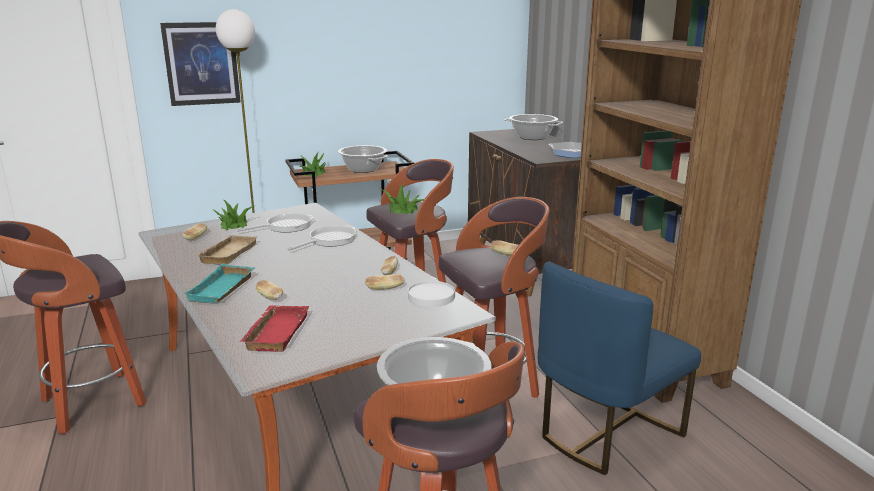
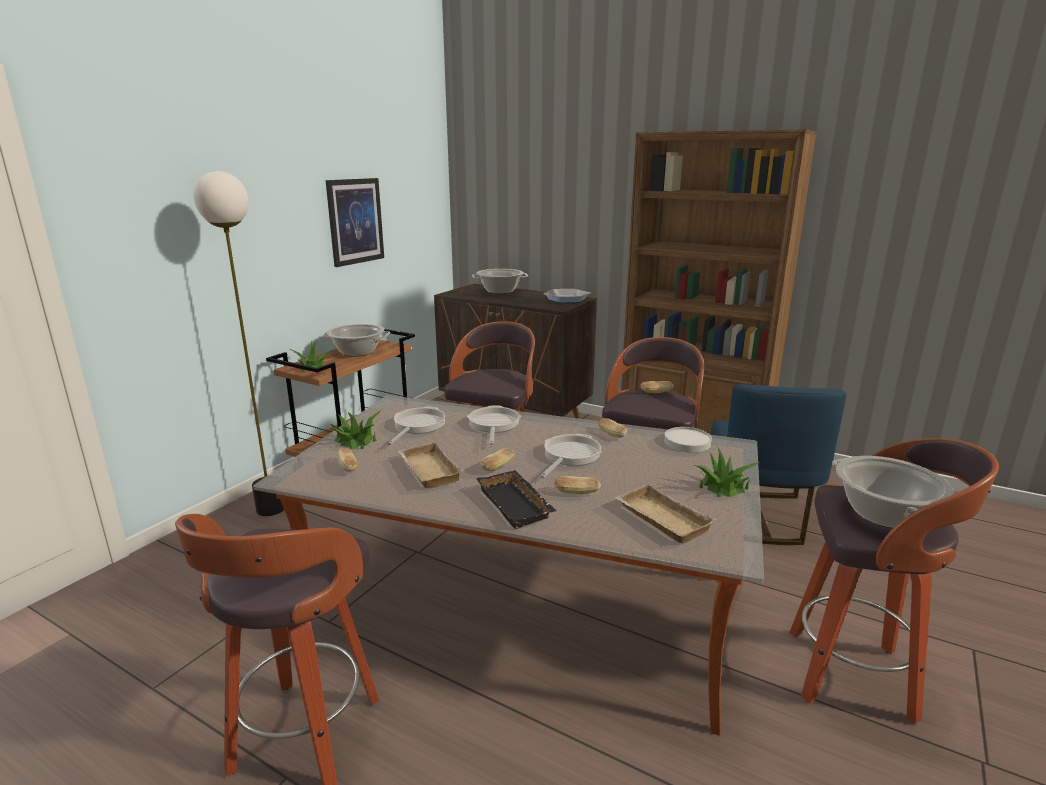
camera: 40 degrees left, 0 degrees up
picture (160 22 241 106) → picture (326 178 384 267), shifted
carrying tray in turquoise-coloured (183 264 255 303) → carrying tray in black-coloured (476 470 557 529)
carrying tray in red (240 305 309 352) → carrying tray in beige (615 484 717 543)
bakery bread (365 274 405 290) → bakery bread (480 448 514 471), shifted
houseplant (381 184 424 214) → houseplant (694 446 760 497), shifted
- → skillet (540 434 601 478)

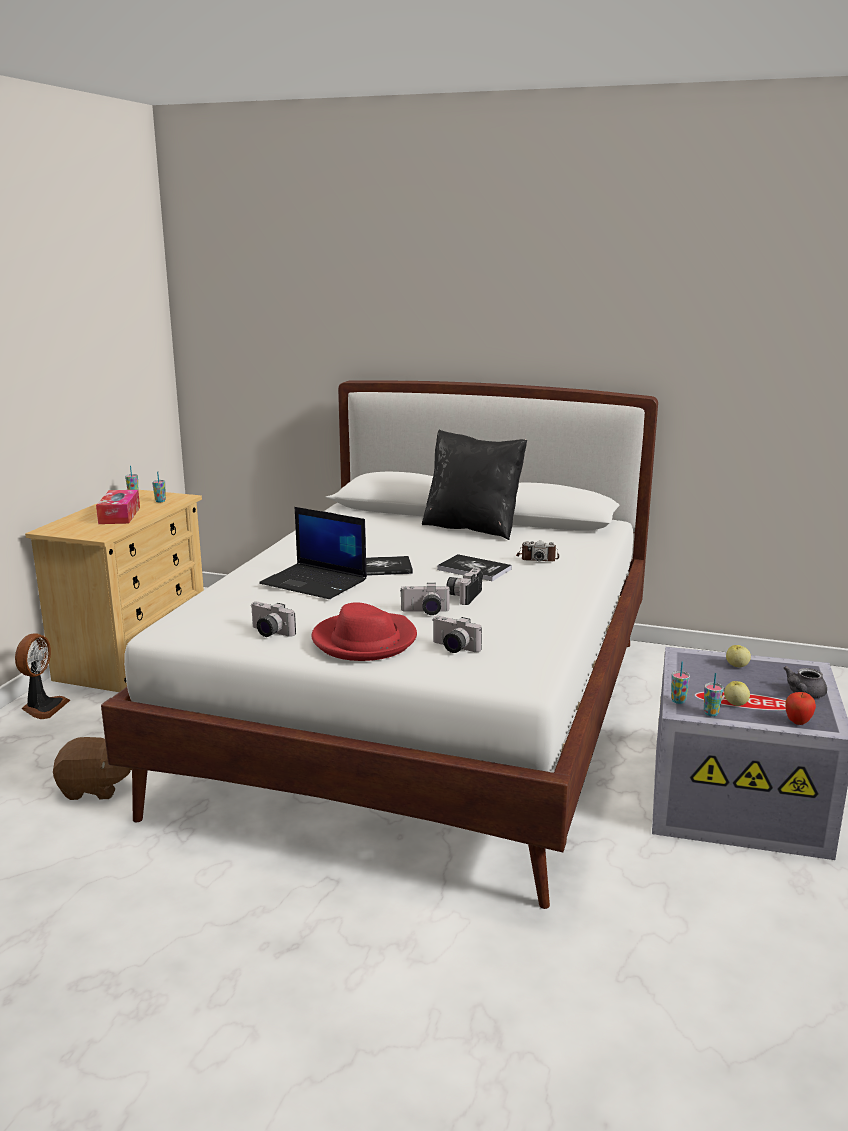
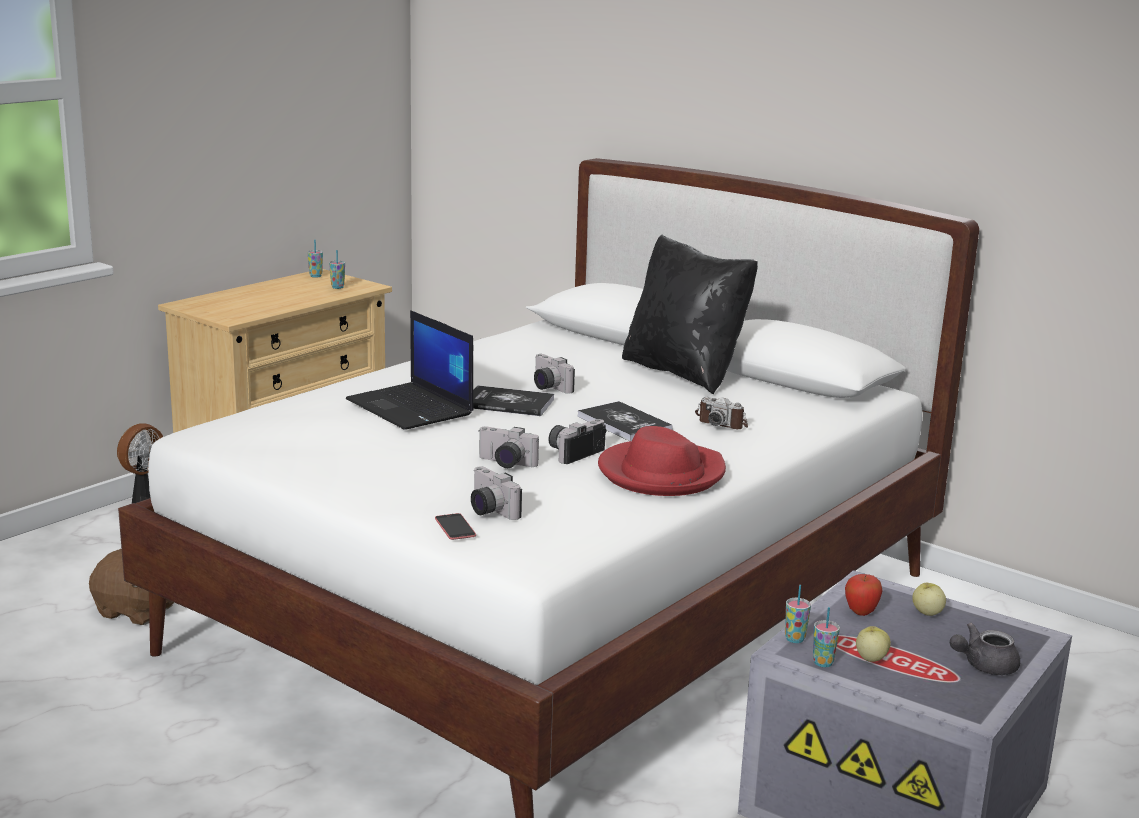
camera: 20 degrees right, 0 degrees up
tissue box (96 490 140 524) → -
photo camera (250 602 296 637) → photo camera (534 354 575 394), shifted
hat in red (312 602 417 661) → hat in red (598 426 726 496), shifted
whole apple (785 692 816 725) → whole apple (845 574 882 616), shifted
- → handset (435 513 476 540)

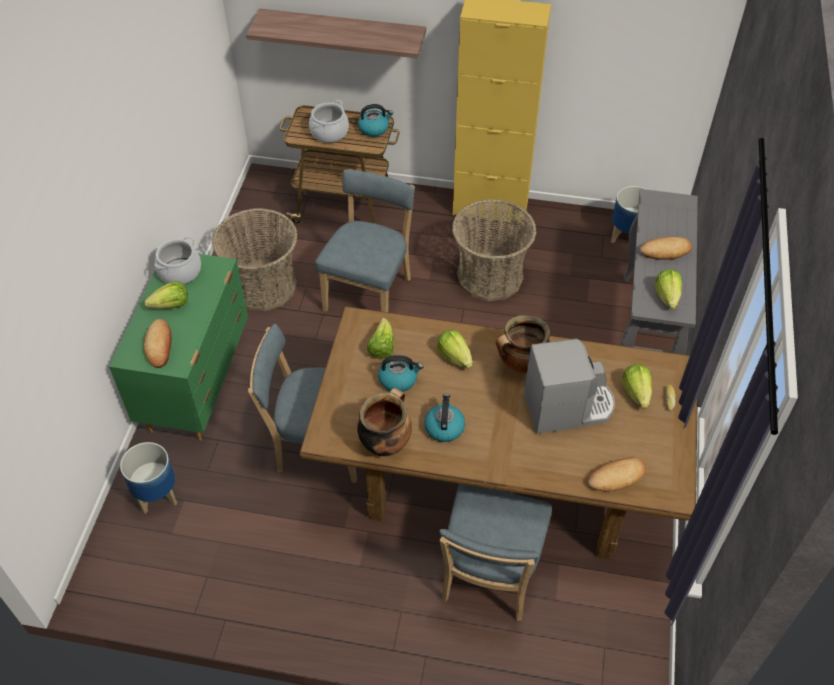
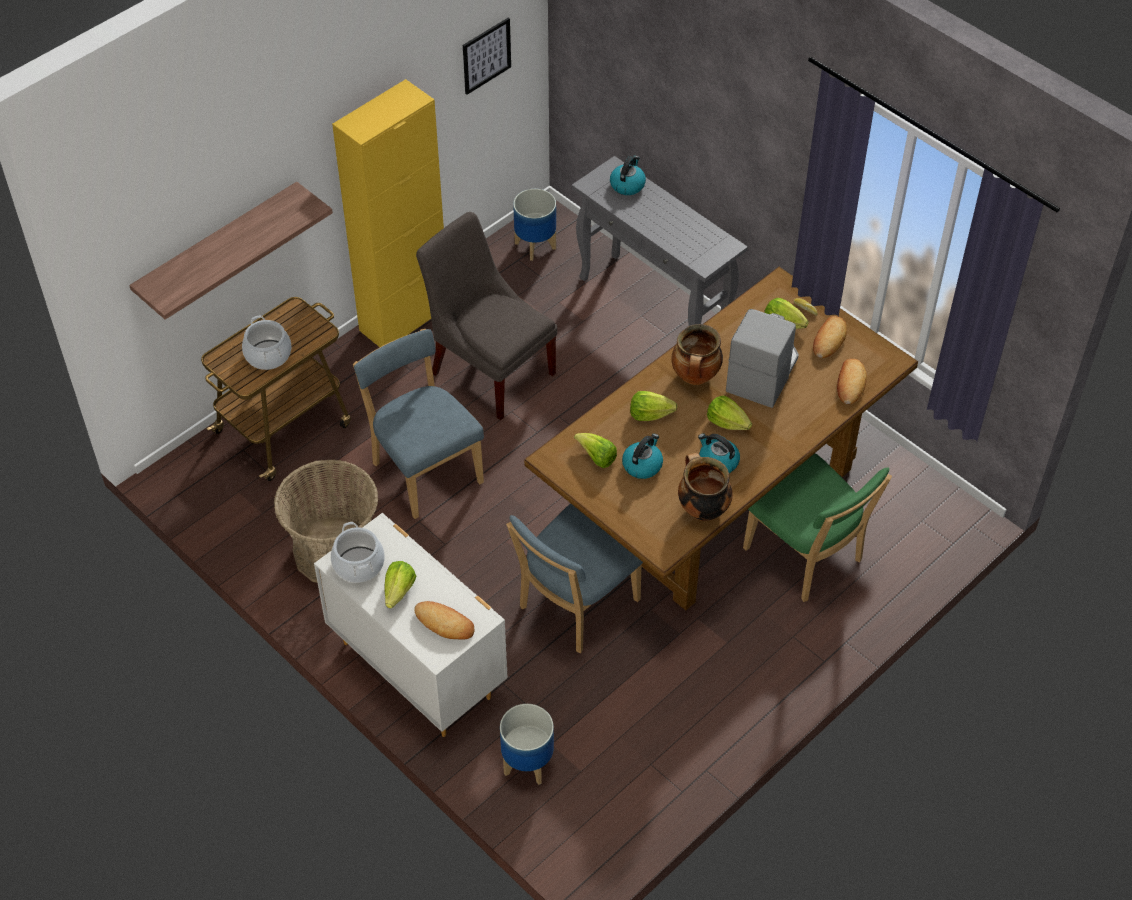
camera: 55 degrees left, 0 degrees up
drawer chest in green-coloured (109 254 248 441) → drawer chest in white (314 513 508 737)
water kettle (358 104 393 137) → water kettle (610 156 646 195), shifted
plain chair in bluish (439 484 552 621) → plain chair in green-coloured (743 453 892 602)
storage basket (452 199 537 301) → plain chair in gray (416 212 557 420)
bakery bread (640 237 692 260) → bakery bread (813 316 847 358), shifted
lettuce (655 269 682 309) → lettuce (707 395 752 430), shifted
- → picture (463 18 511 95)

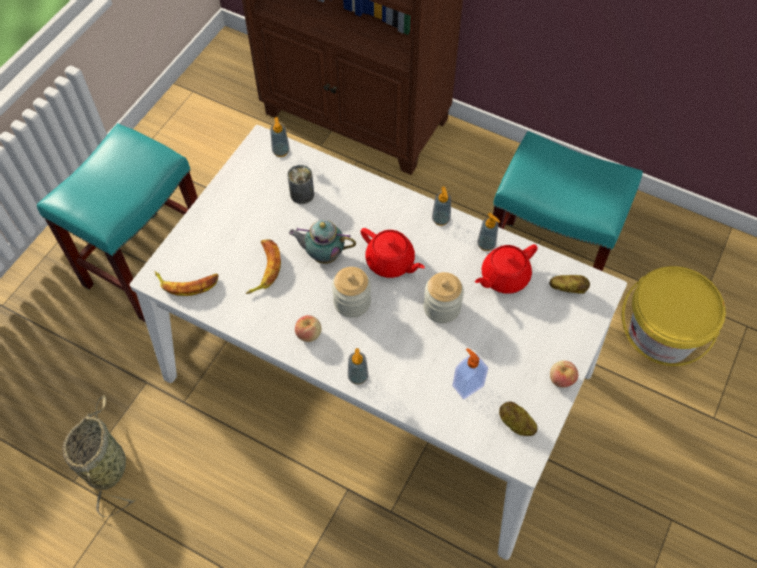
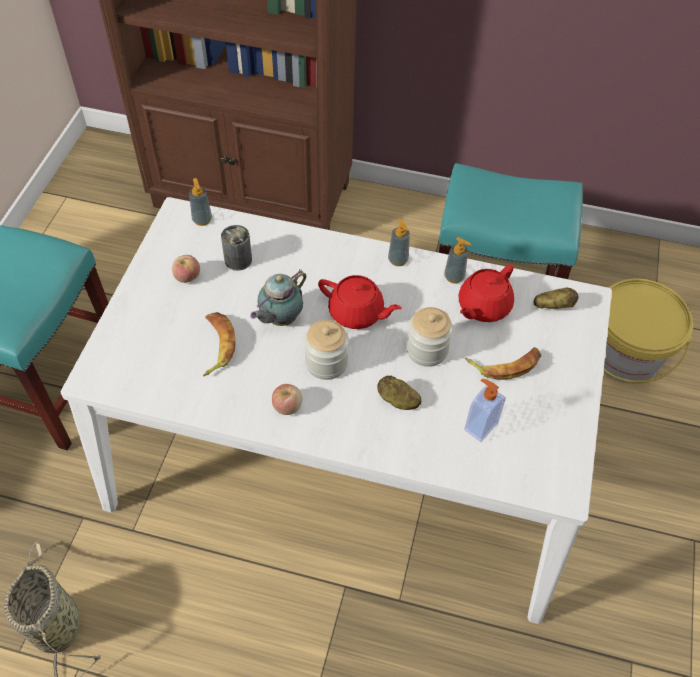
camera: 15 degrees left, 5 degrees down
banana (154 271 218 296) → banana (465 347 541 380), shifted
teapot (289 220 356 264) → teapot (250 269 306 326), 45 degrees counterclockwise
soap bottle (348 348 368 385) → -
whole potato (499 401 537 436) → whole potato (377 376 421 410), shifted
whole apple (550 360 578 388) → whole apple (172 255 200 283), shifted

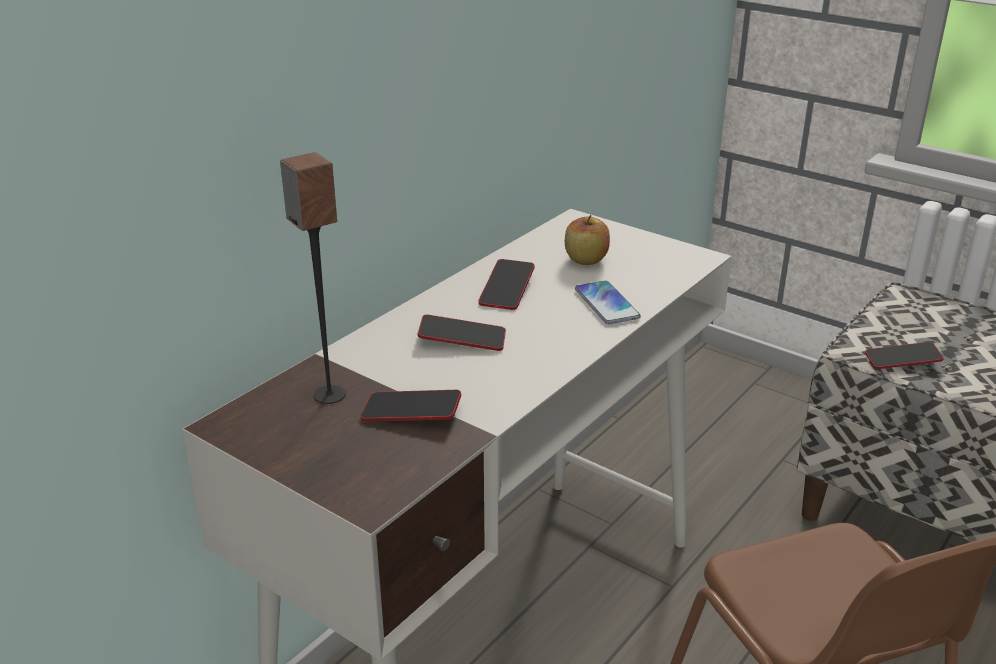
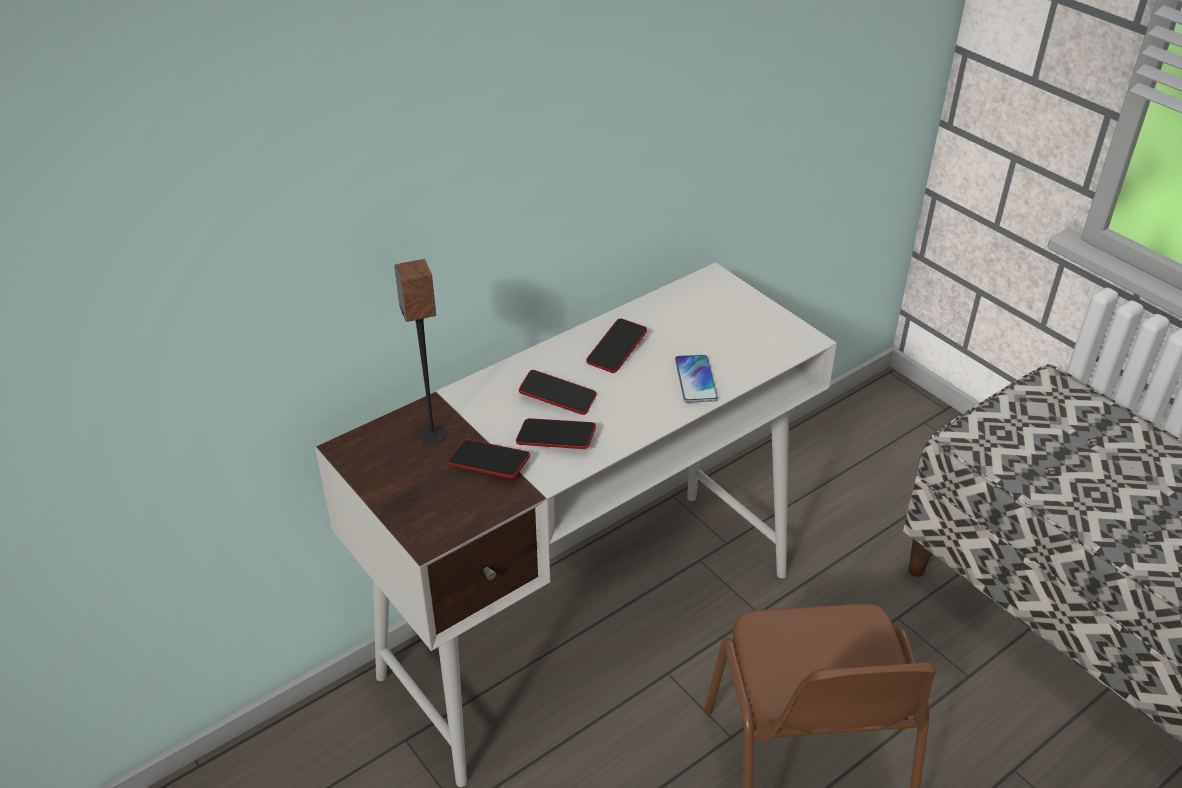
camera: 15 degrees right, 10 degrees up
whole apple (565 215 610 265) → -
handset (865 342 944 369) → handset (516 418 596 449), shifted

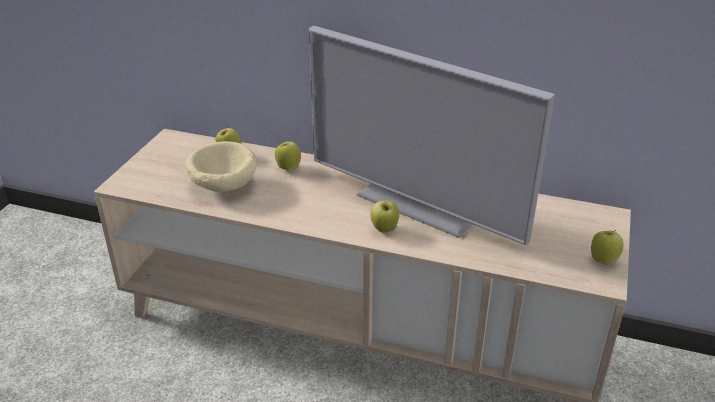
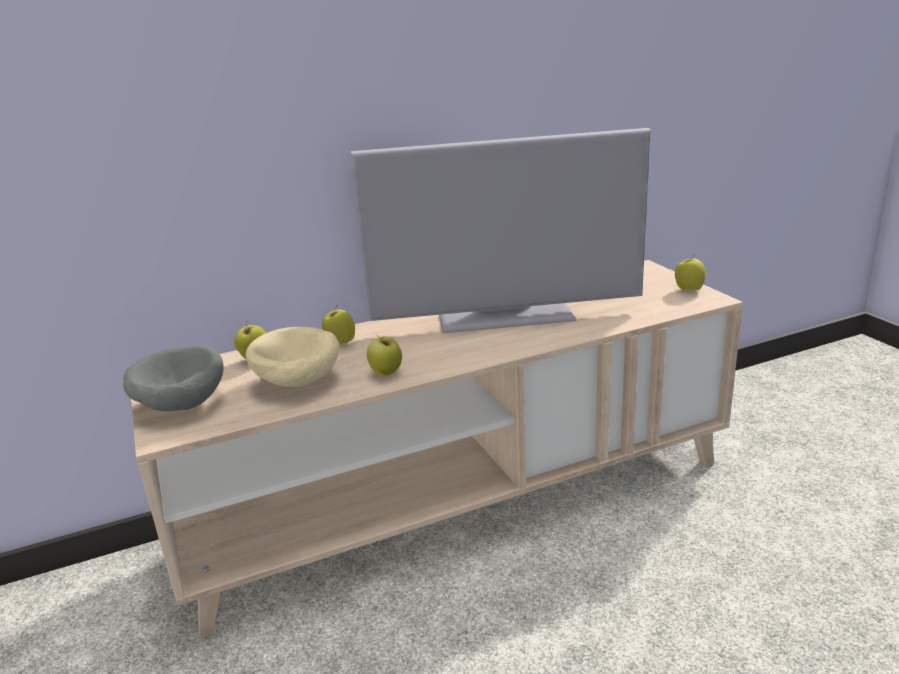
camera: 40 degrees left, 10 degrees down
whole apple (370 200 399 233) → whole apple (367 335 402 376), shifted
- → bowl in gray (123 346 223 411)

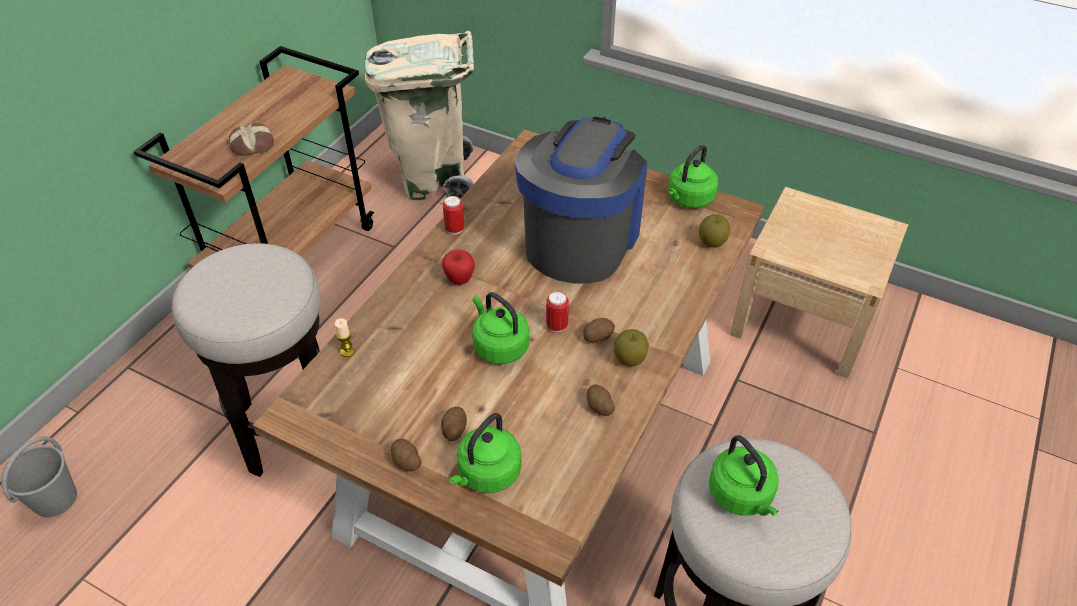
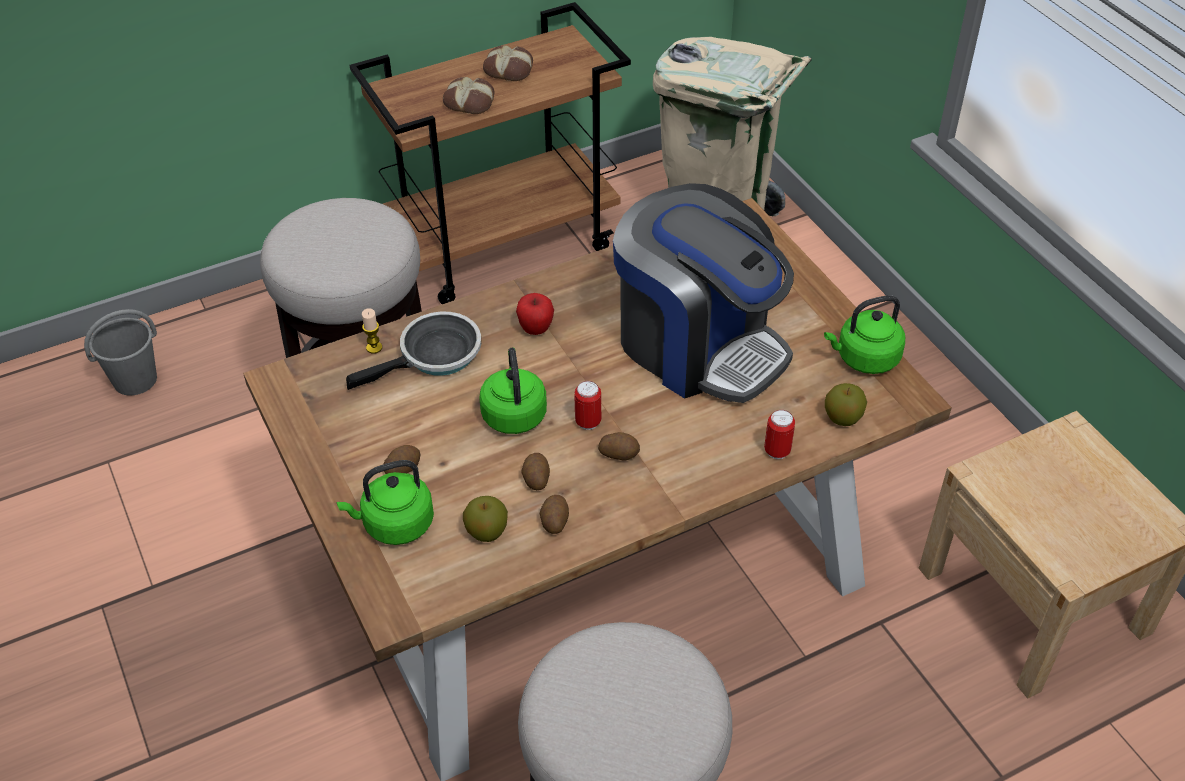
camera: 35 degrees right, 0 degrees up
whole potato (391 439 422 471) → whole potato (522 453 550 490), shifted
can (443 196 464 234) → can (764 410 795 459), shifted
coffee machine (515 117 647 284) → coffee machine (613 183 794 403), 75 degrees clockwise
whole apple (613 329 649 366) → whole apple (463 496 508 542), shifted
water kettle in green-coloured (709 435 779 516) → -
- → skillet (346 312 481 390)
- → bakery bread (483 45 533 81)

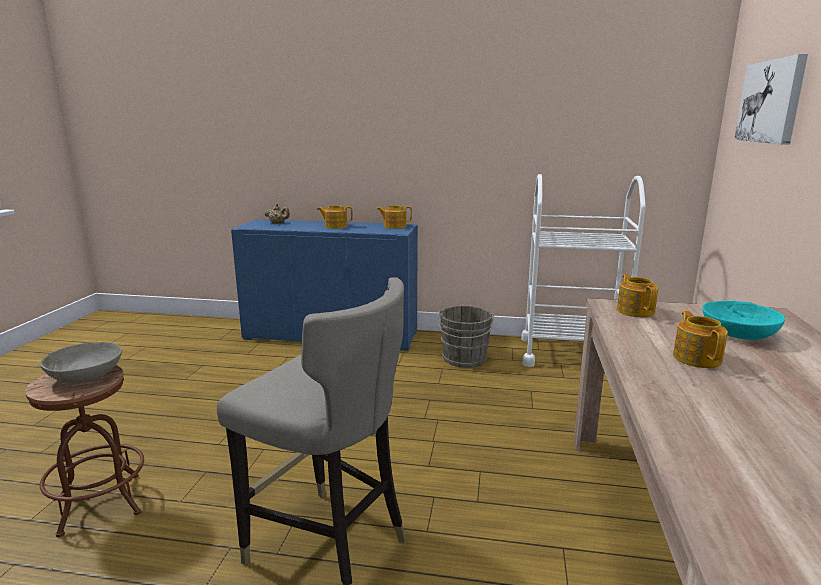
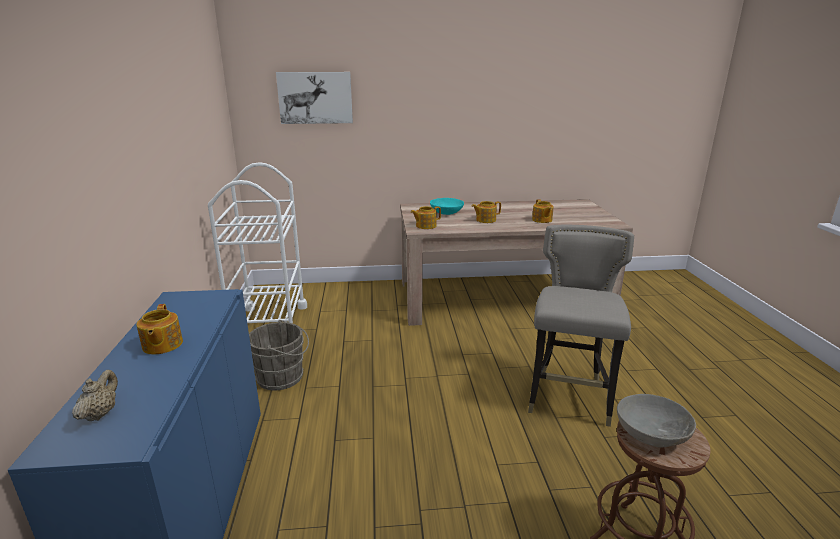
camera: 105 degrees left, 5 degrees up
teapot (377 205 412 229) → teapot (532 199 554 223), shifted

